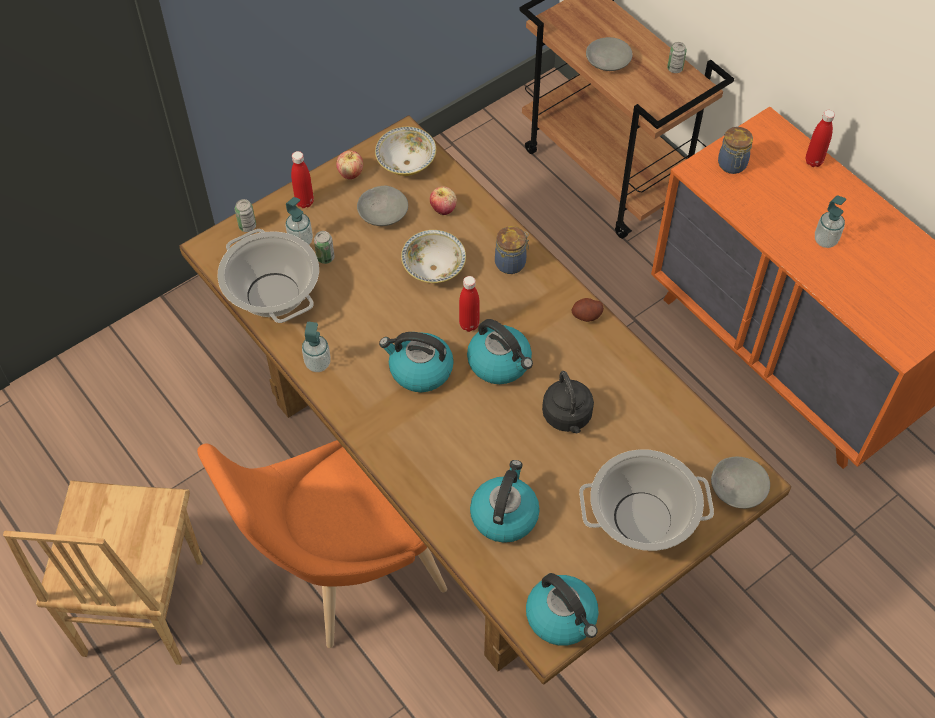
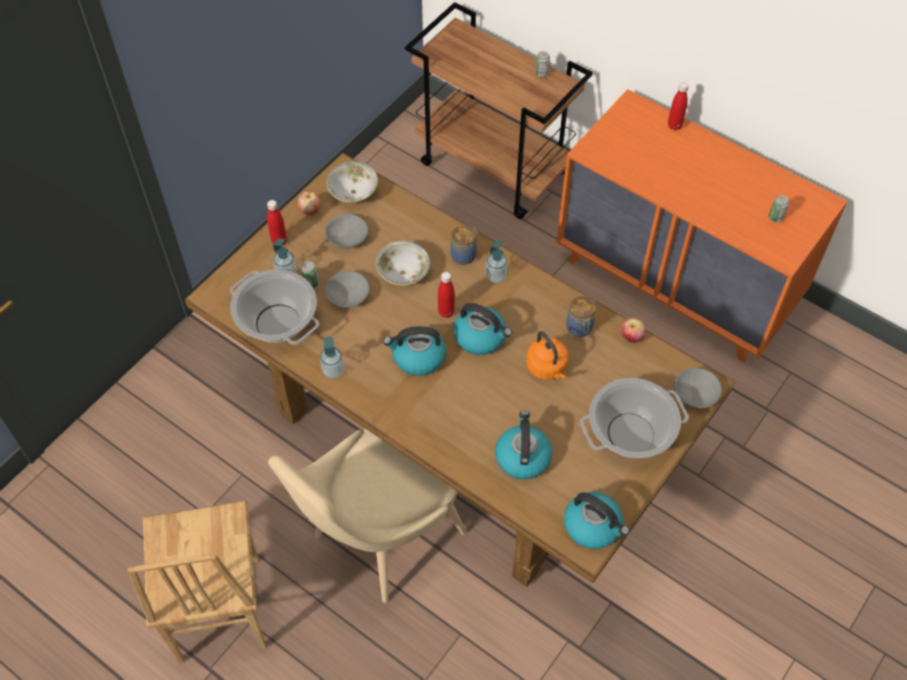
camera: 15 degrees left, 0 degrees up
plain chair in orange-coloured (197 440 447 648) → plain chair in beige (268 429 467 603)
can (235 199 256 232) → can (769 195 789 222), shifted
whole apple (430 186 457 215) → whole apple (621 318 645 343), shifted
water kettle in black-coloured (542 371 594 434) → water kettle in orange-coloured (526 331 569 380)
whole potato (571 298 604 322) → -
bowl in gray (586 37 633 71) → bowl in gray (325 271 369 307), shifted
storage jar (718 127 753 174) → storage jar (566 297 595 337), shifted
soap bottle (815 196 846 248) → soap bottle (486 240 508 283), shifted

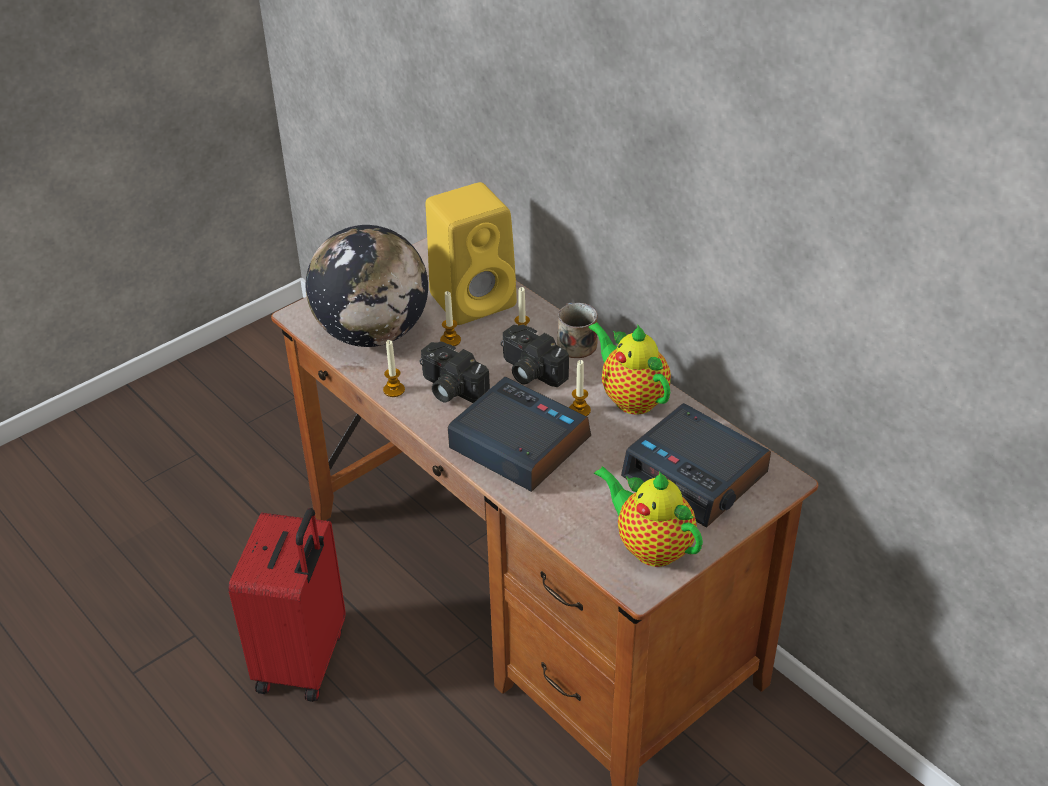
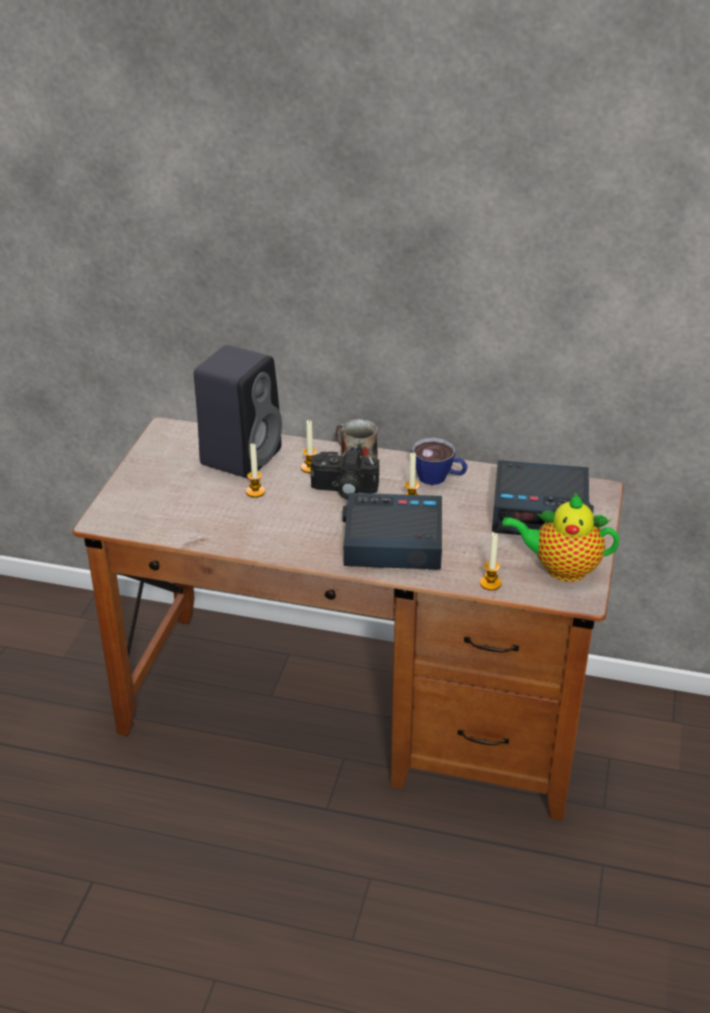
camera: 35 degrees left, 5 degrees down
suitcase in red (228 508 346 702) → -
desk globe (306 225 428 347) → -
candle (383 340 405 397) → candle (480 533 502 591), shifted
photo camera (419 342 490 403) → -
loudspeaker in yellow-coloured (426 182 517 325) → loudspeaker in black-coloured (194 345 282 478)
teapot (588 322 671 415) → cup (412 438 468 485)

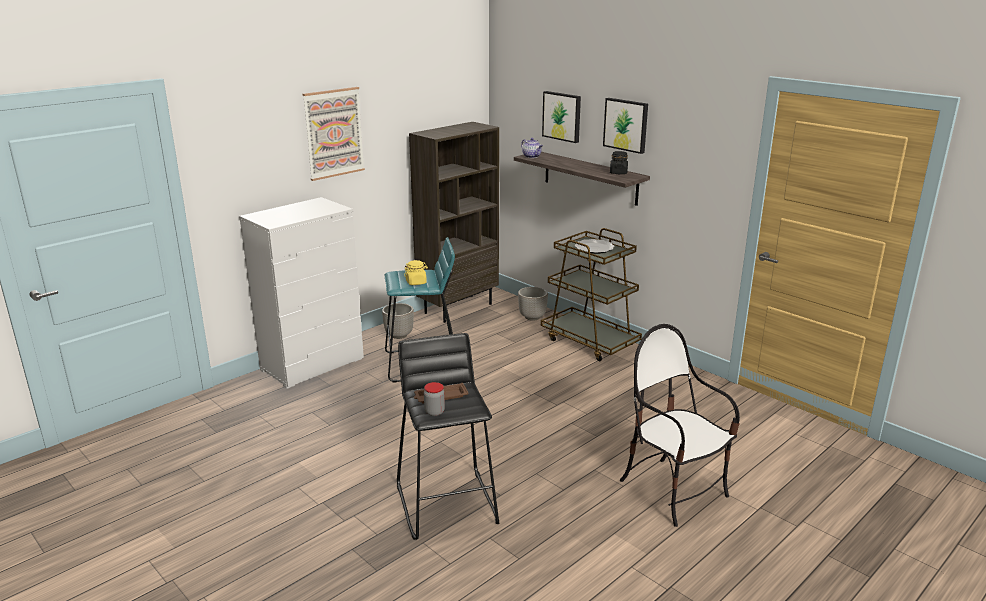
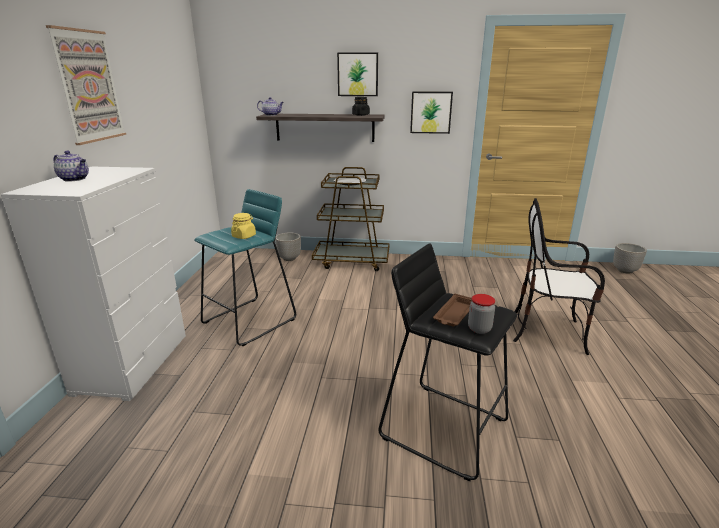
camera: 40 degrees left, 0 degrees up
plant pot (382 303 414 339) → plant pot (613 243 647 274), shifted
shelving unit in brown (409 122 499 323) → -
picture (542 91 581 143) → picture (410 91 453 134), shifted
- → teapot (54 150 89 182)

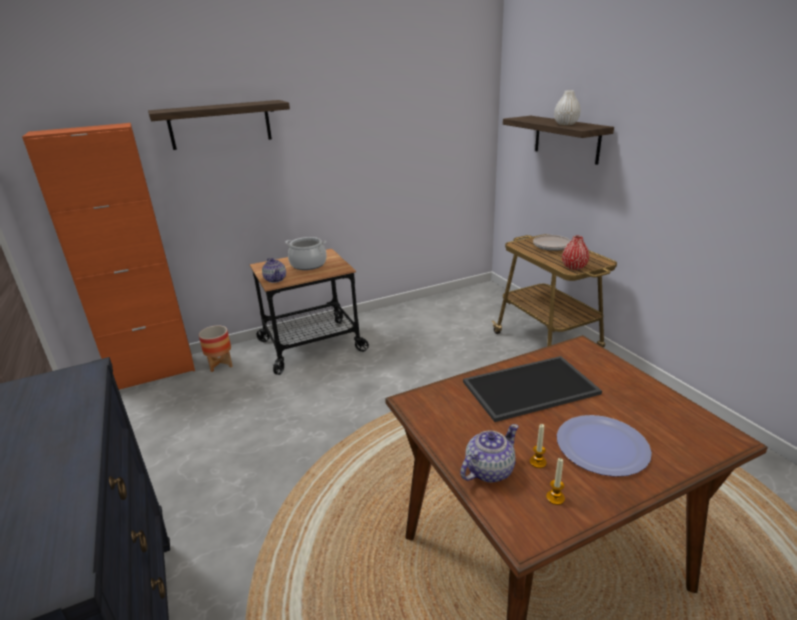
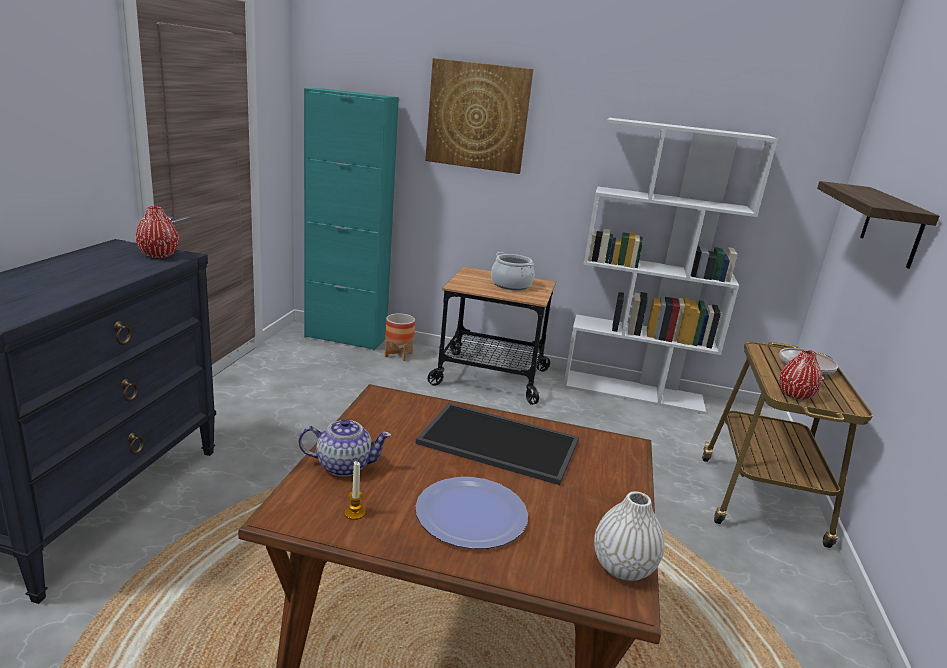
camera: 35 degrees right, 5 degrees down
storage cabinet in orange-coloured (22 123 195 390) → storage cabinet in turquoise-coloured (304 88 399 351)
wall shelf (148 100 290 150) → picture (425 58 533 174)
teapot (262 258 286 283) → -
candle (530 424 547 468) → -
flower vase in white (554 90 581 125) → flower vase in white (594 491 664 581), shifted
- → flower vase in red (136 206 179 258)
- → shelving unit in white (563 118 778 414)

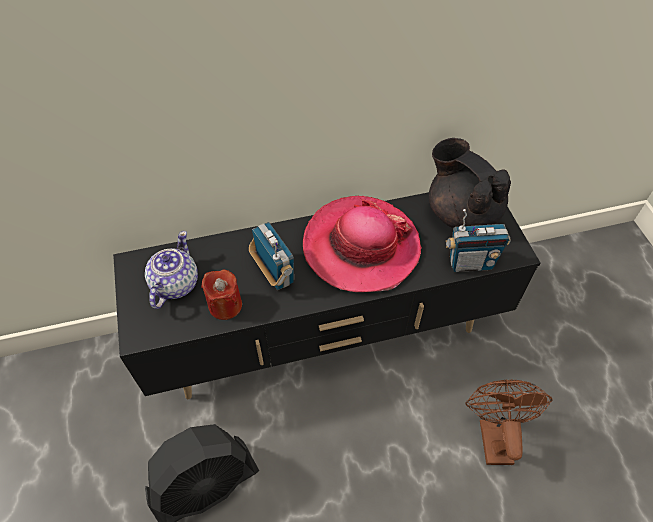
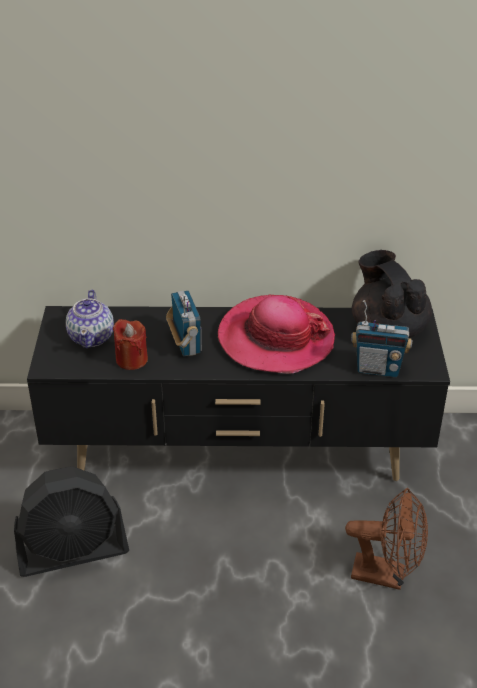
camera: 15 degrees right, 15 degrees down
teapot (145 231 198 309) → teapot (66 290 114 348), 150 degrees clockwise
cooling fan in brown (465 379 553 465) → cooling fan in brown (345 488 428 590), 90 degrees clockwise

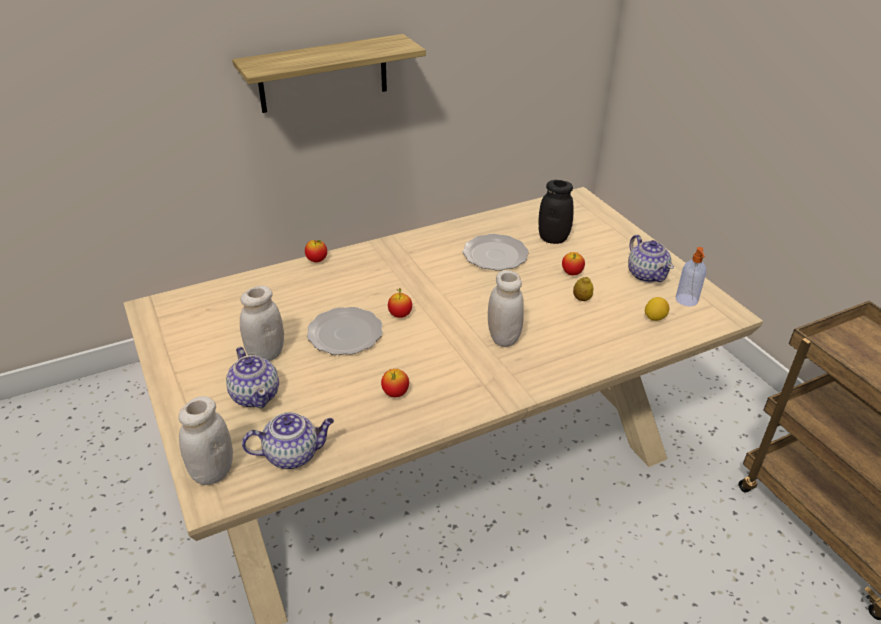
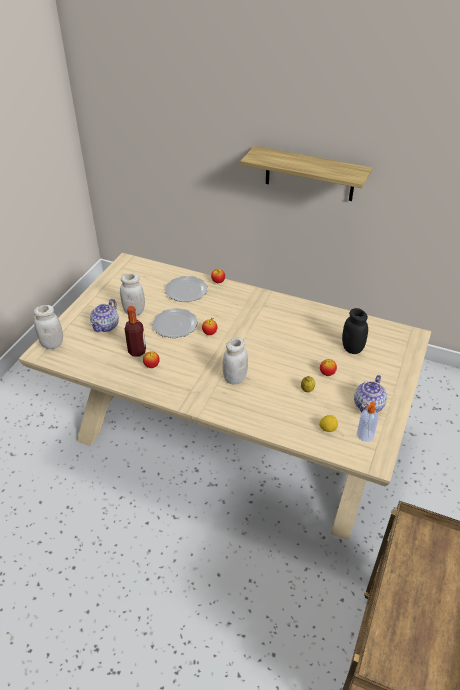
camera: 50 degrees right, 5 degrees up
teapot (242 412 334 469) → -
plate (463 234 529 271) → plate (165 276 208 302), shifted
- → beverage bottle (125 306 146 357)

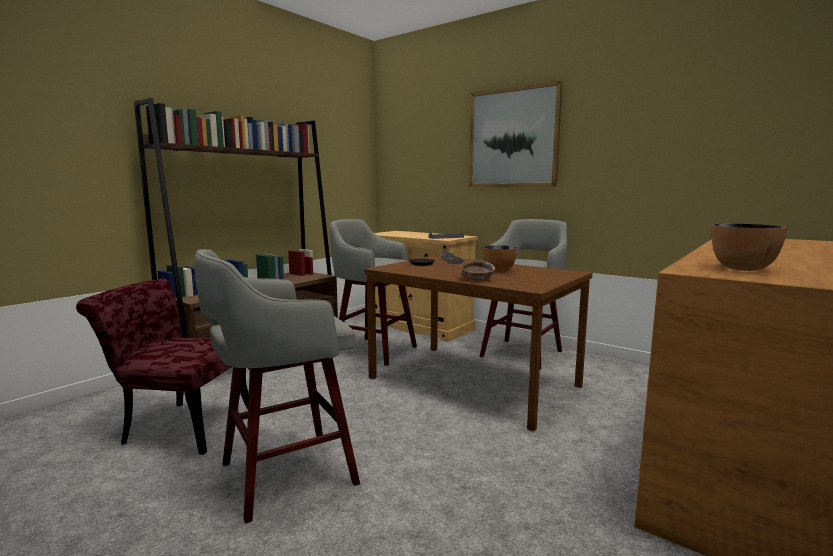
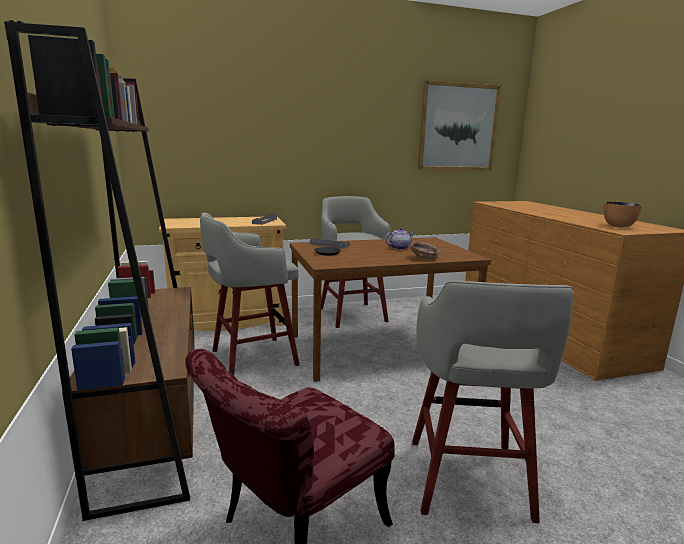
camera: 55 degrees left, 5 degrees up
picture (469 80 563 187) → picture (418 80 501 170), shifted
bowl (482 245 517 273) → teapot (385 228 415 250)

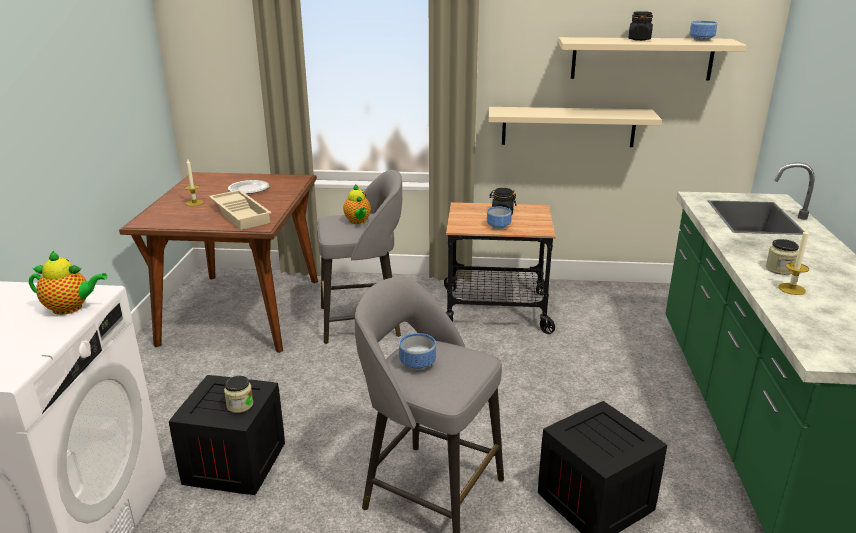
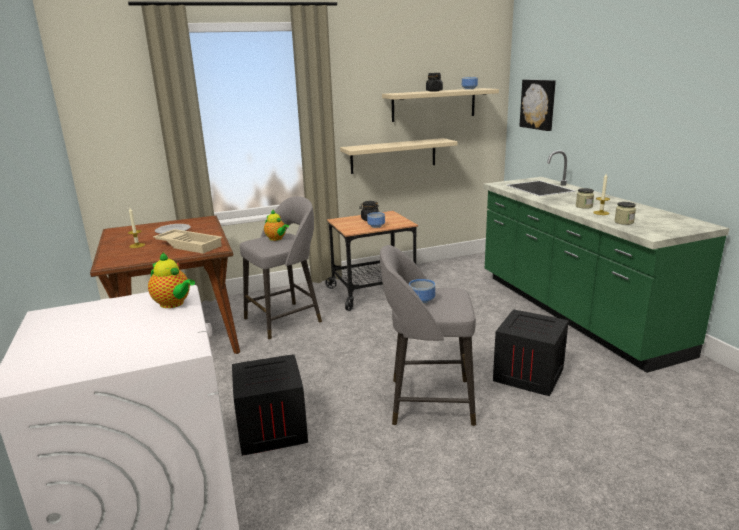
camera: 25 degrees left, 5 degrees down
teapot (29 251 107 315) → teapot (148 252 195 308), 60 degrees clockwise
storage jar (224 376 253 413) → storage jar (614 202 636 225), shifted
- → picture (519 80 556 131)

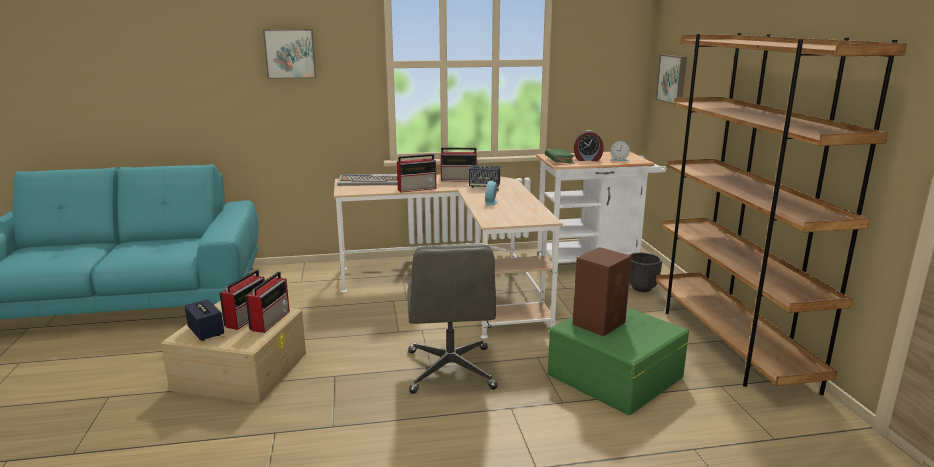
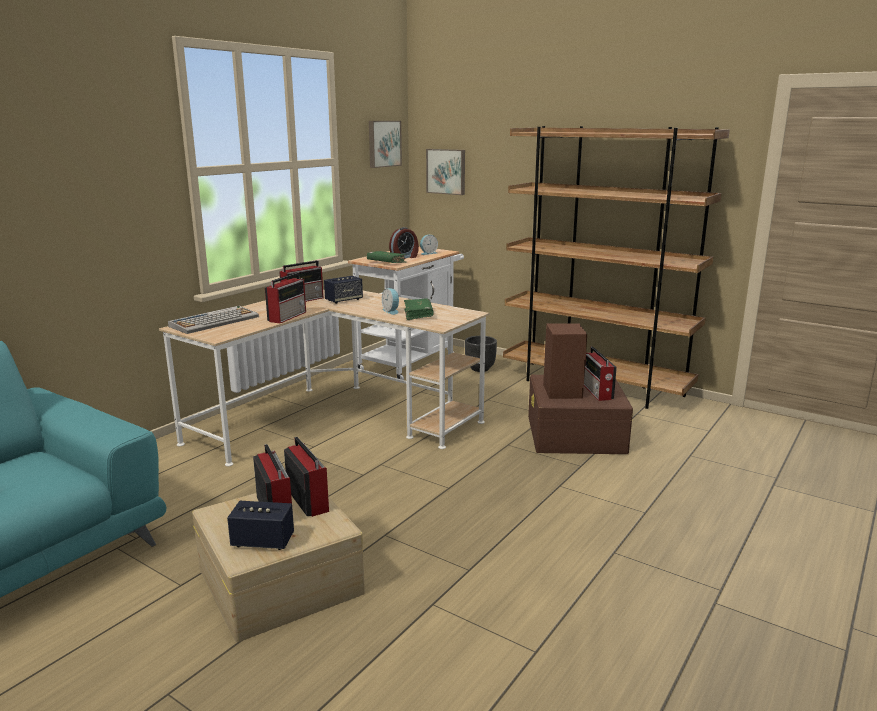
camera: 45 degrees left, 0 degrees up
picture (263 29 316 79) → picture (369 121 402 168), shifted
office chair in gray (407 244 498 394) → -
storage bin in green-coloured (548 307 689 415) → storage bin in brown (528 375 633 454)
- → bound book in green-coloured (404 299 434 320)
- → radio set (584 347 617 401)

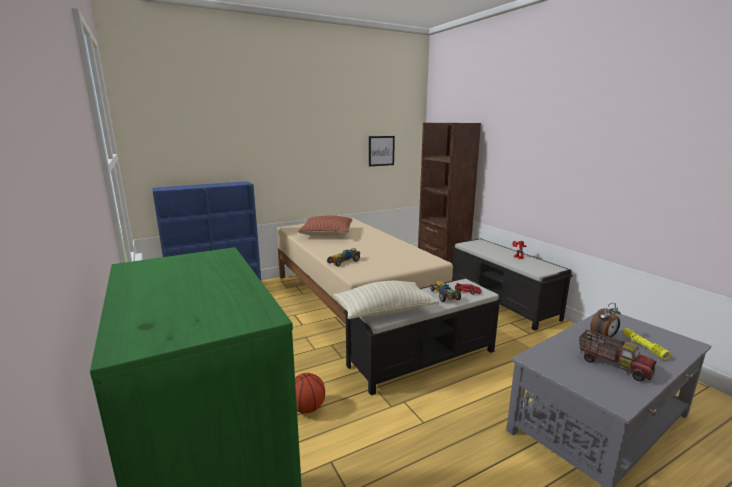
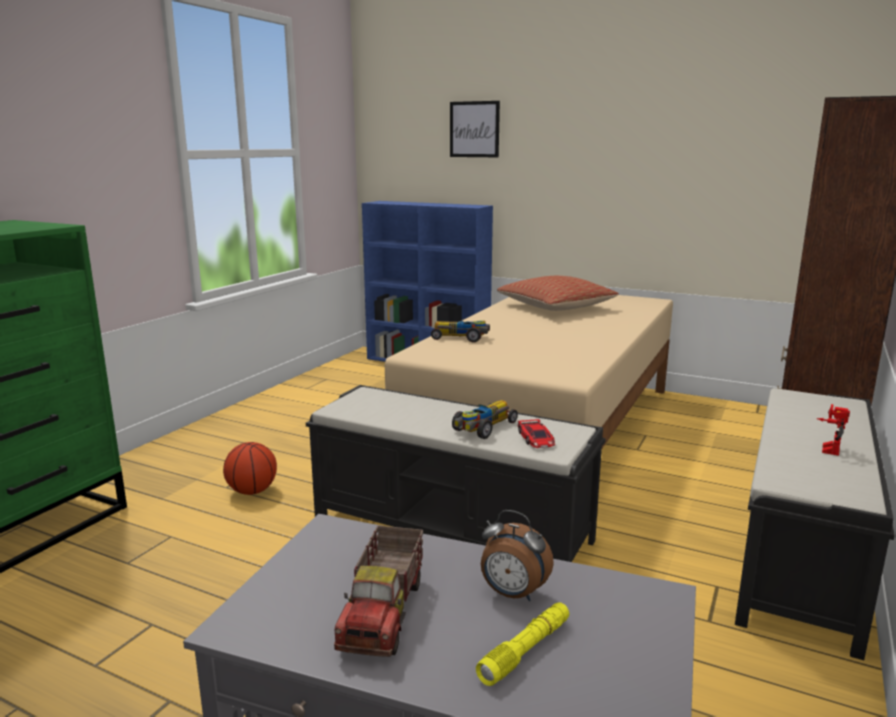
camera: 55 degrees right, 0 degrees up
pillow in beige (334 281 439 319) → -
picture (369 136 395 167) → picture (450 101 500 157), shifted

